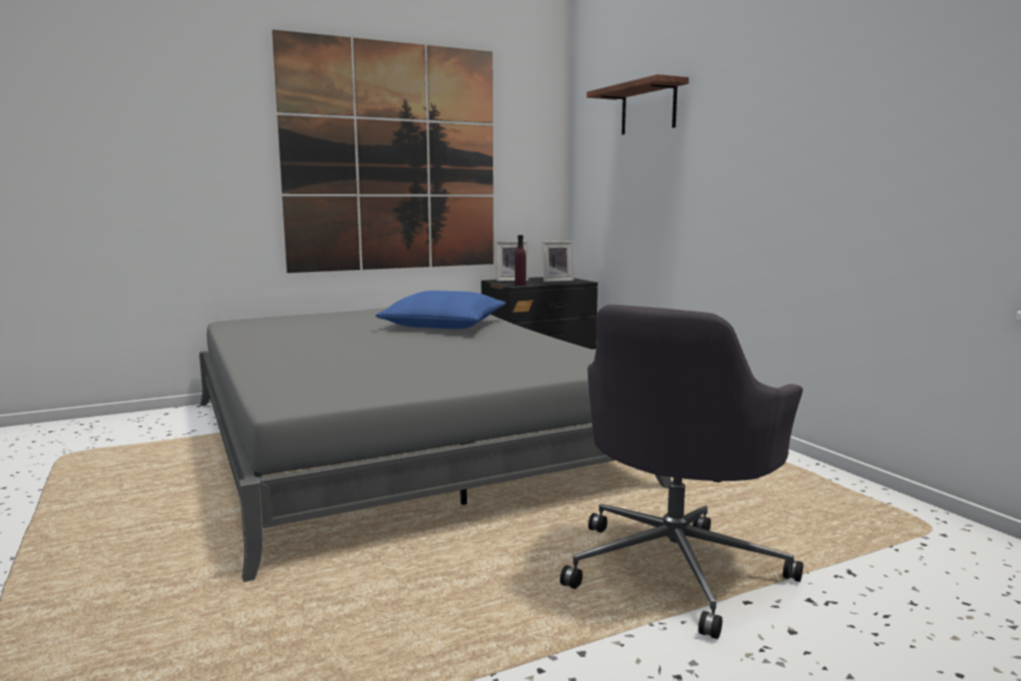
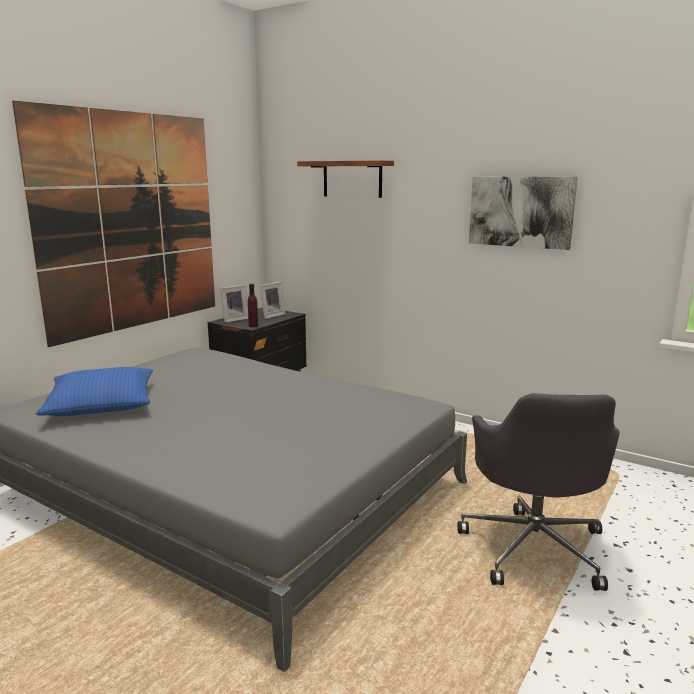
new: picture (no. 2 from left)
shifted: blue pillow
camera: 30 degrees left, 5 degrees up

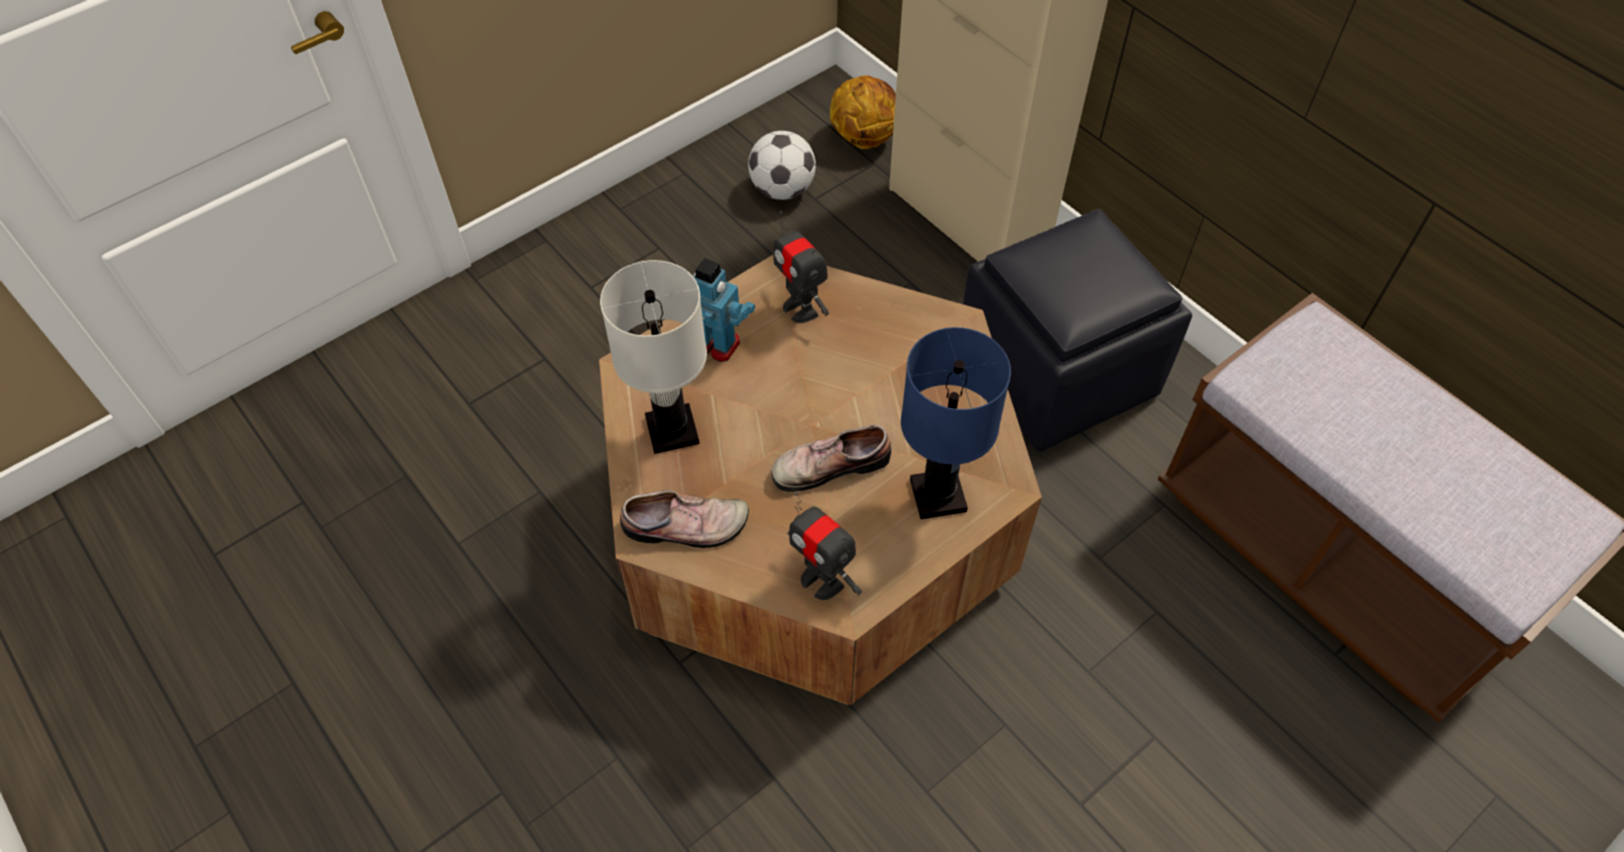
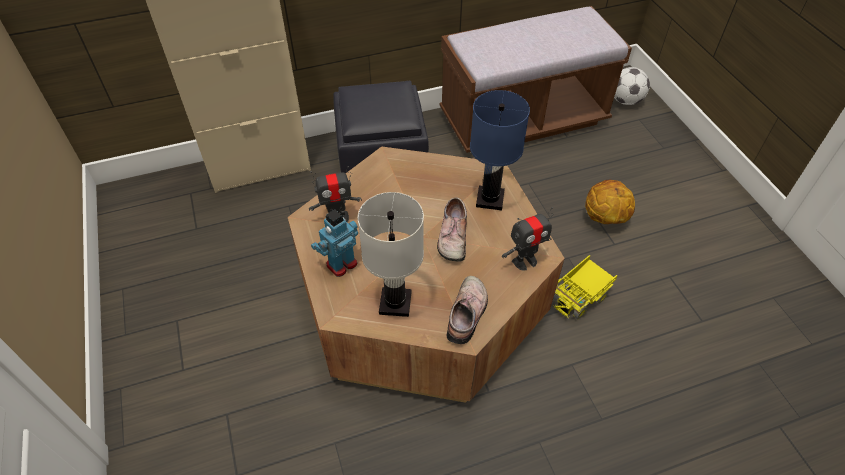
new: toy truck
shifted: football; basketball
camera: 70 degrees left, 5 degrees down

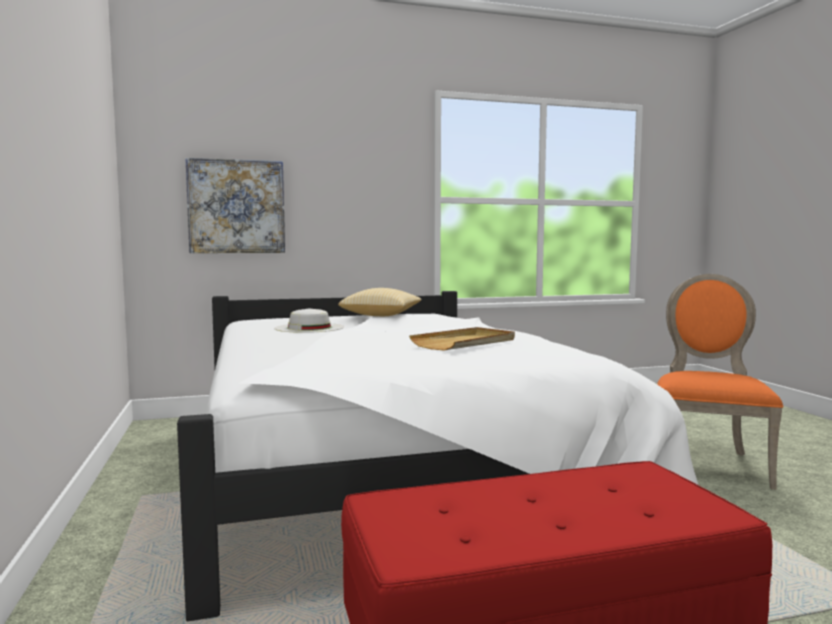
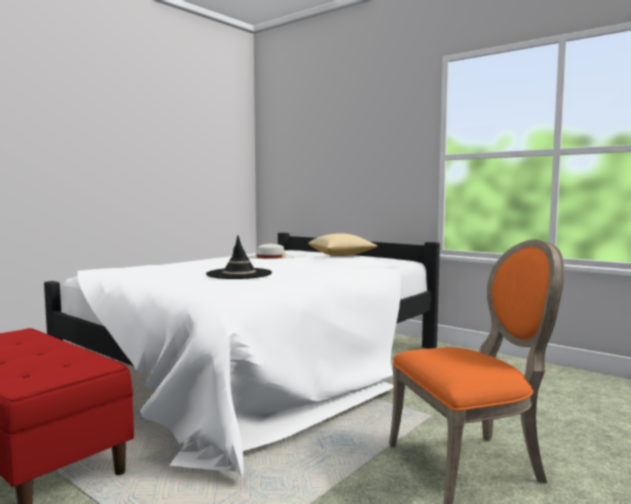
gone: picture
swapped: beige tray to black hat
camera: 55 degrees right, 0 degrees up

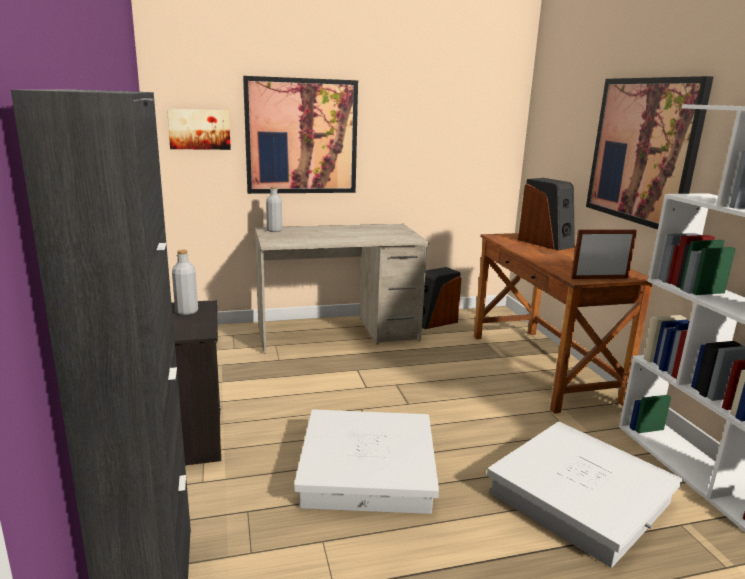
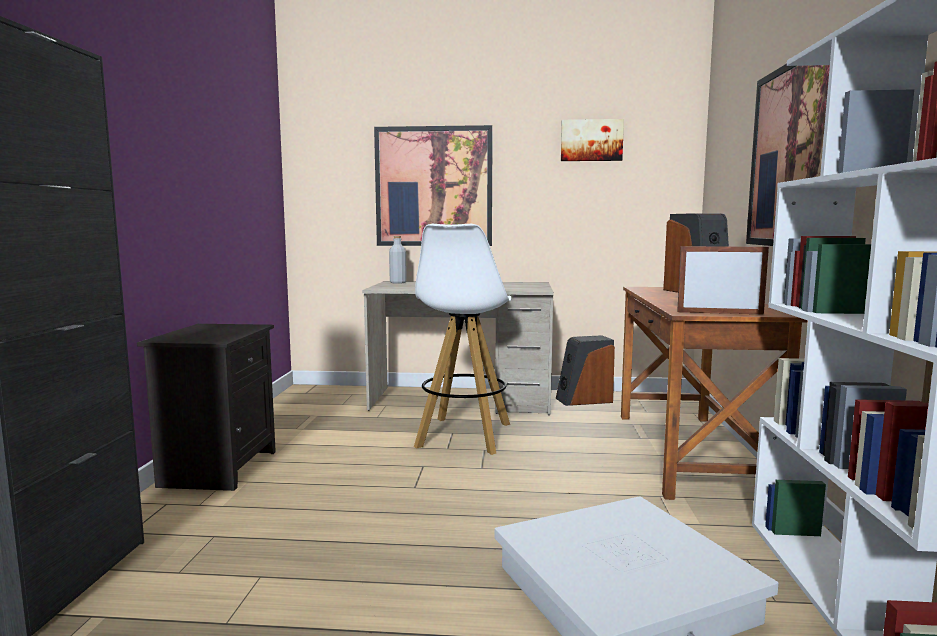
gone: grey bottle (no. 1 from left); white storage box (no. 1 from left)
new: white stool
shifted: picture (no. 1 from left in the first image) to picture (no. 2 from left)
camera: 20 degrees right, 10 degrees down

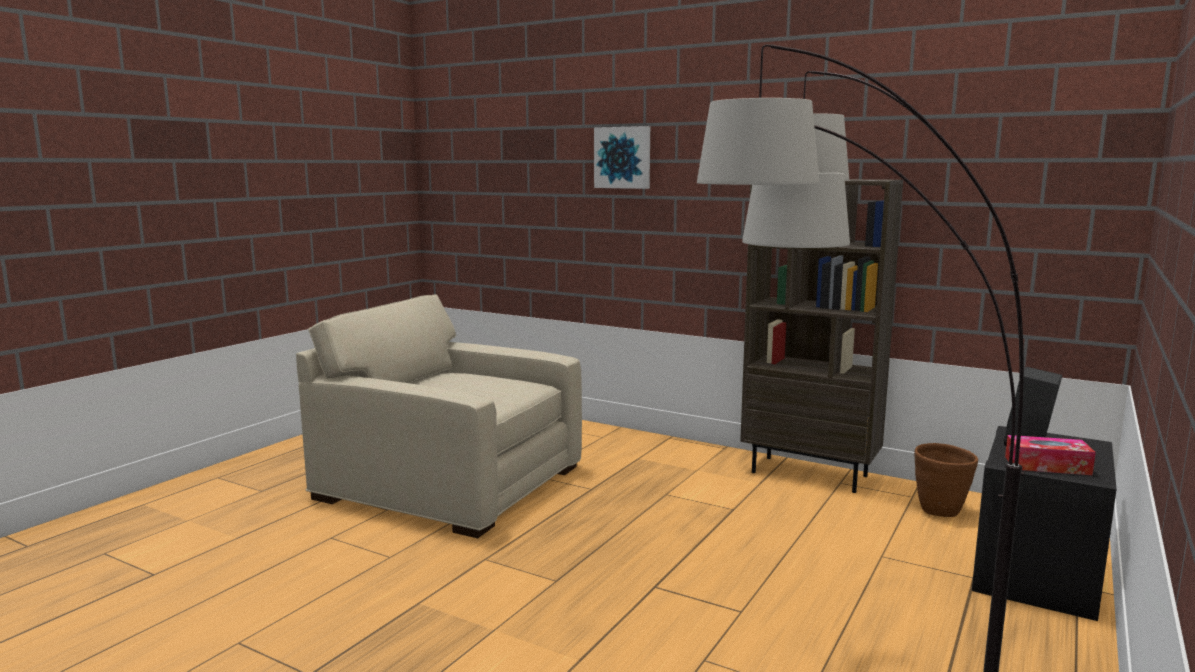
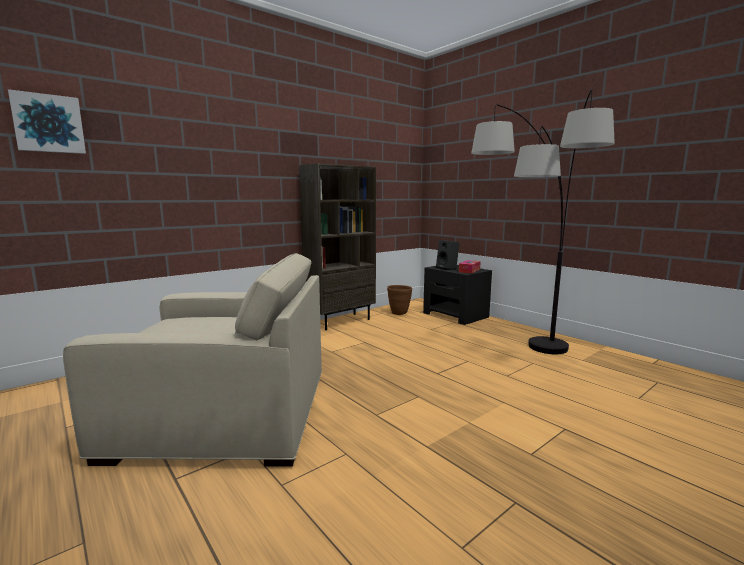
shifted: picture
rotated: beige armchair 135 degrees counterclockwise
camera: 70 degrees left, 0 degrees up

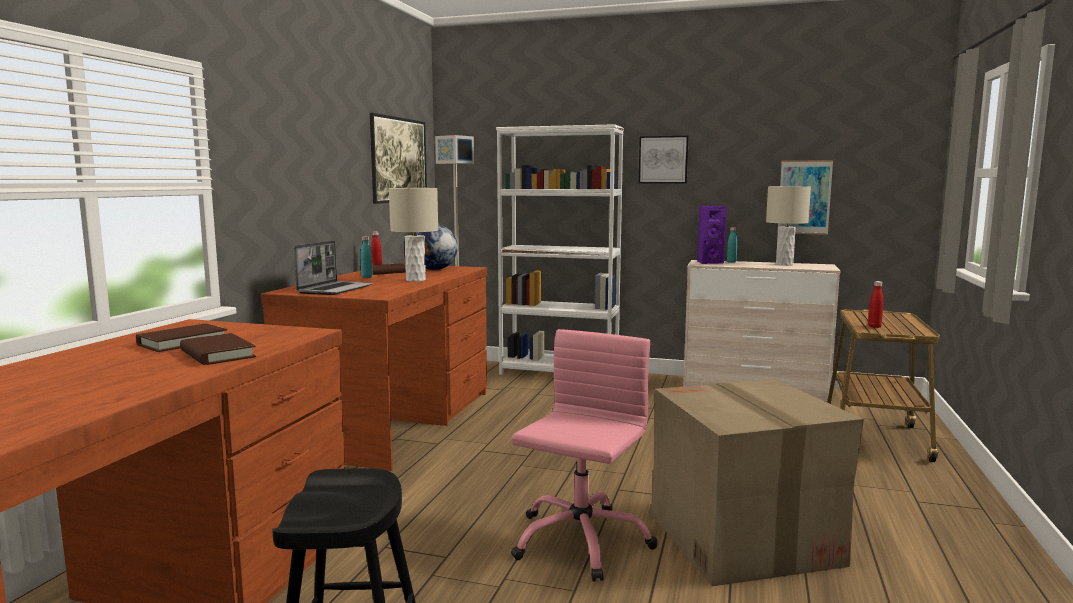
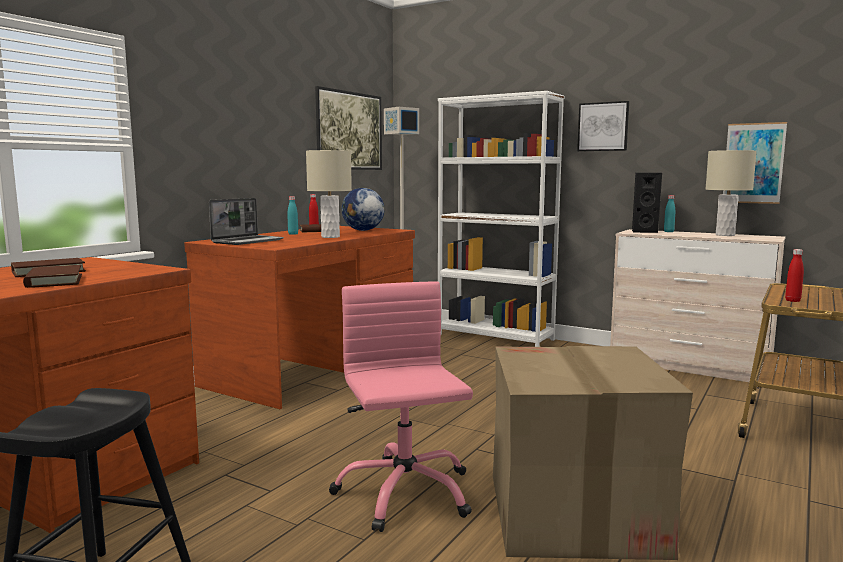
repainted: purple speaker to black speaker
rotated: pink office chair 60 degrees counterclockwise
camera: 15 degrees right, 0 degrees up

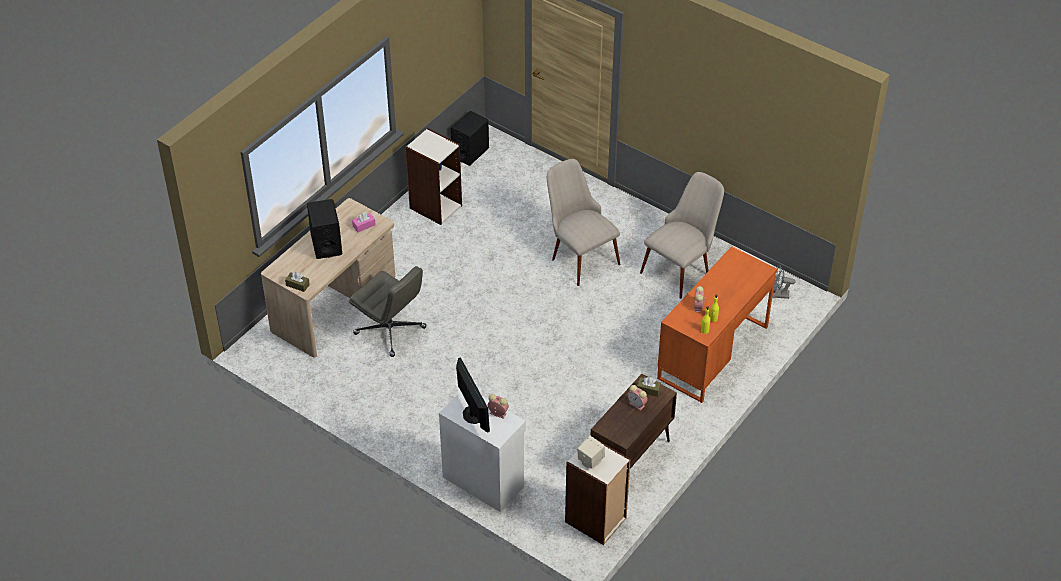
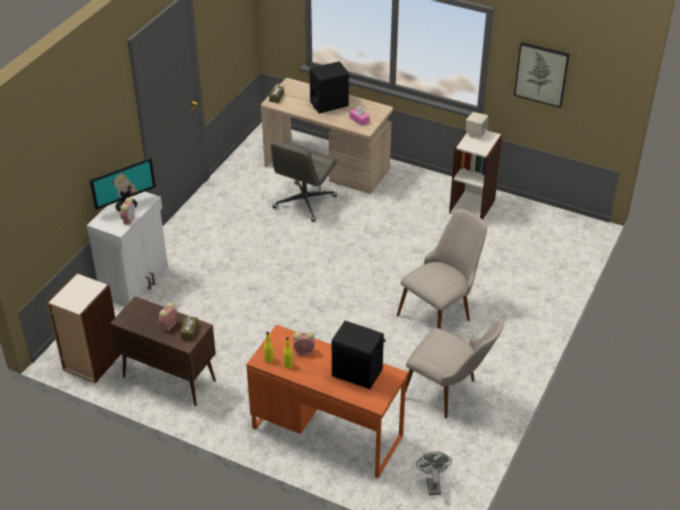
new: picture
shifted: black speaker (no. 2 from left); beige speaker
camera: 80 degrees right, 5 degrees down

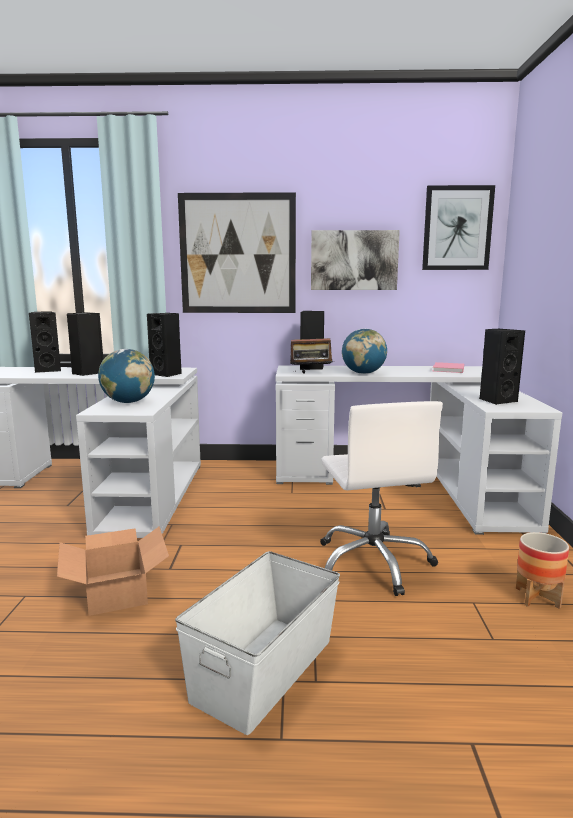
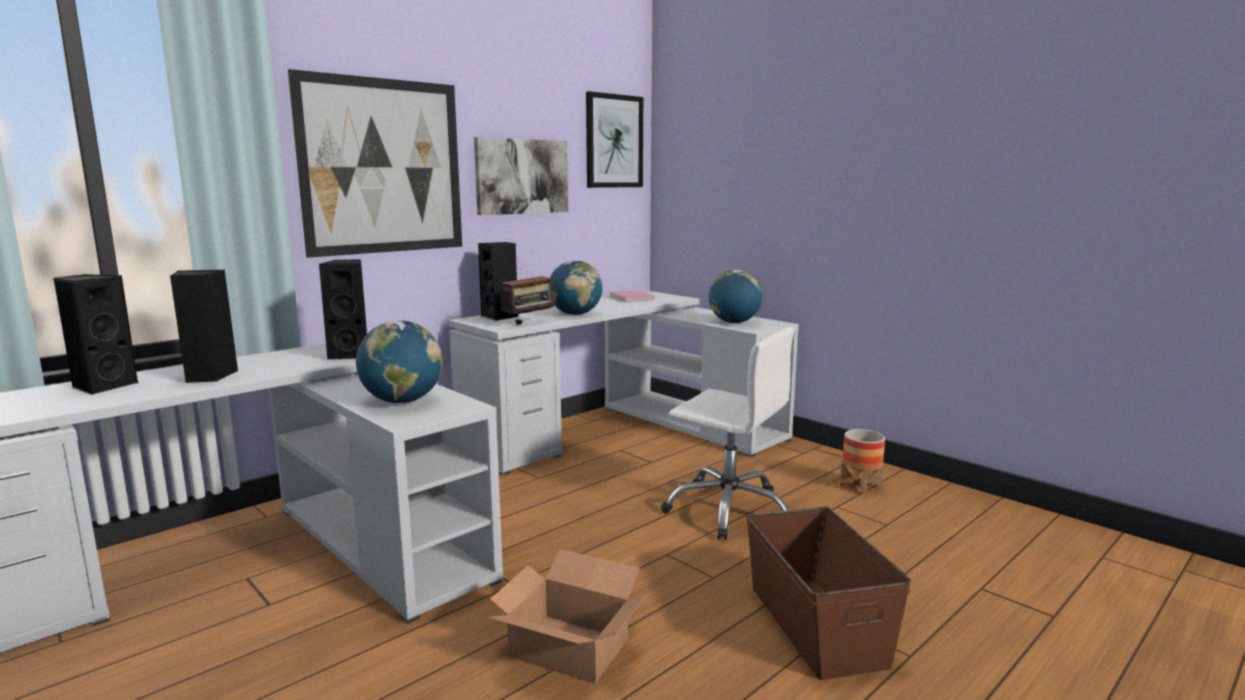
swapped: black speaker (no. 5 from left) to globe (no. 3 from left)
repainted: white storage box to brown storage box
camera: 45 degrees left, 0 degrees up

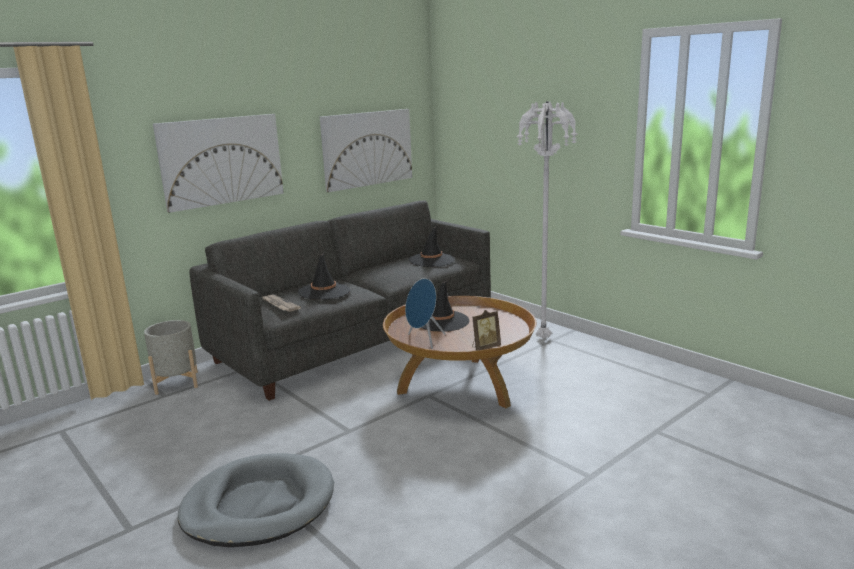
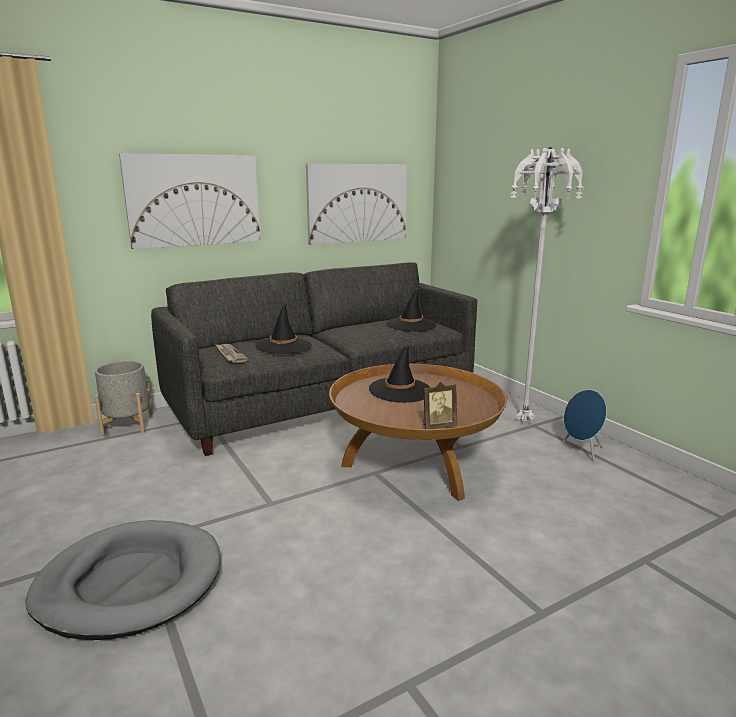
shifted: blue speaker
camera: 10 degrees right, 0 degrees up

